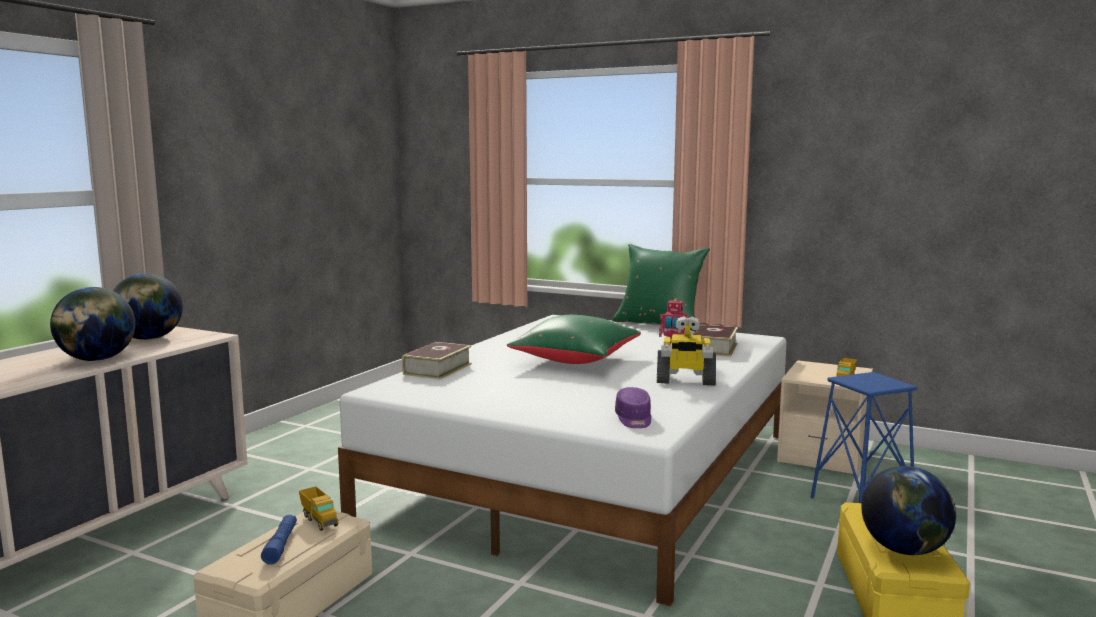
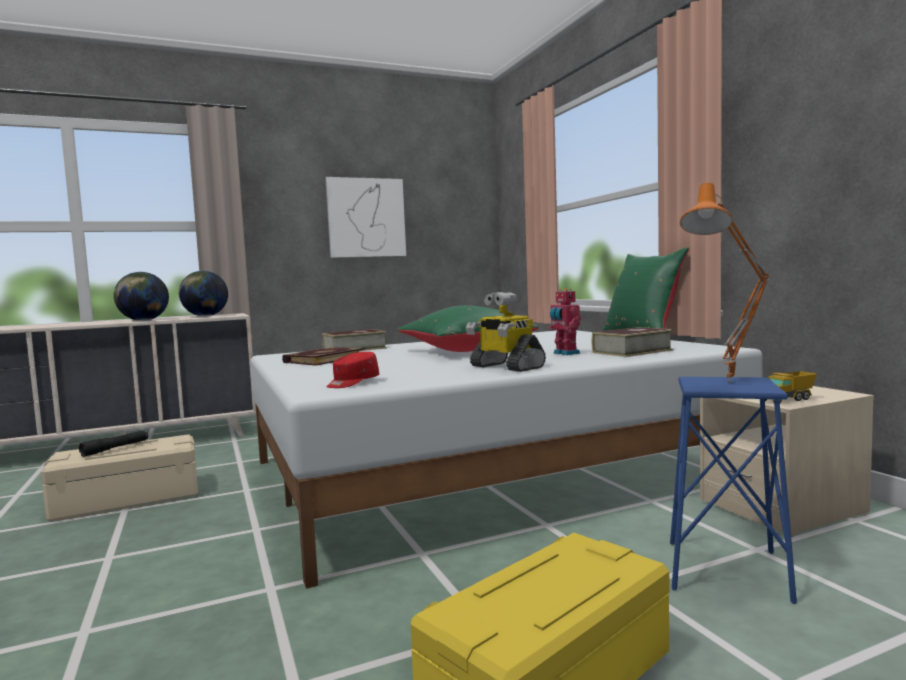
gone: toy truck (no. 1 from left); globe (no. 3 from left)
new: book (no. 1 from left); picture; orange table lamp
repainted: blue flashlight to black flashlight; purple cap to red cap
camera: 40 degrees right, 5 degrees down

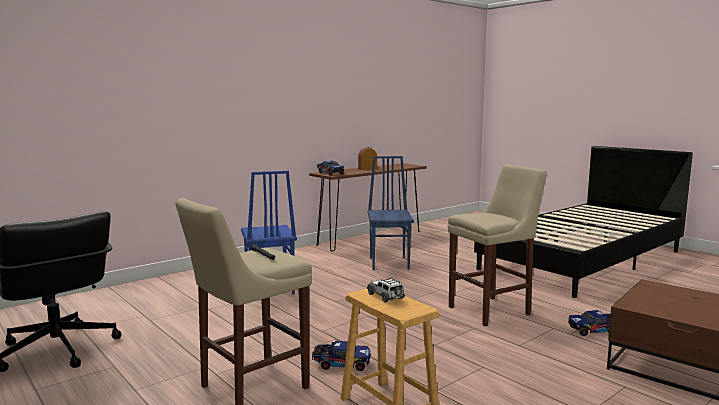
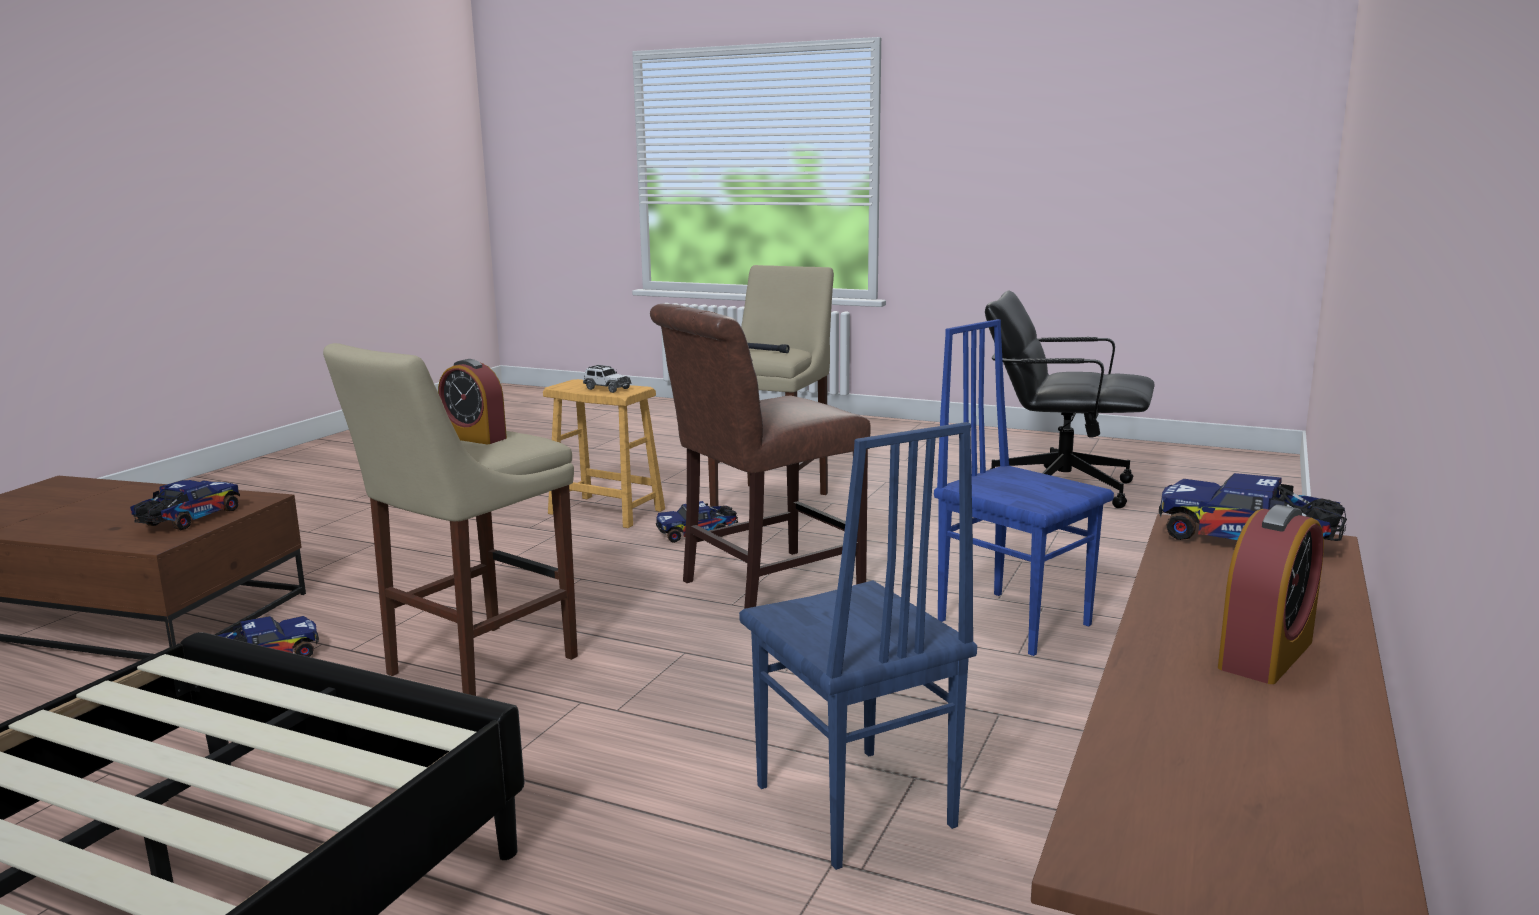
new: toy truck (no. 1 from left); alarm clock (no. 1 from left); brown chair
camera: 155 degrees right, 5 degrees up

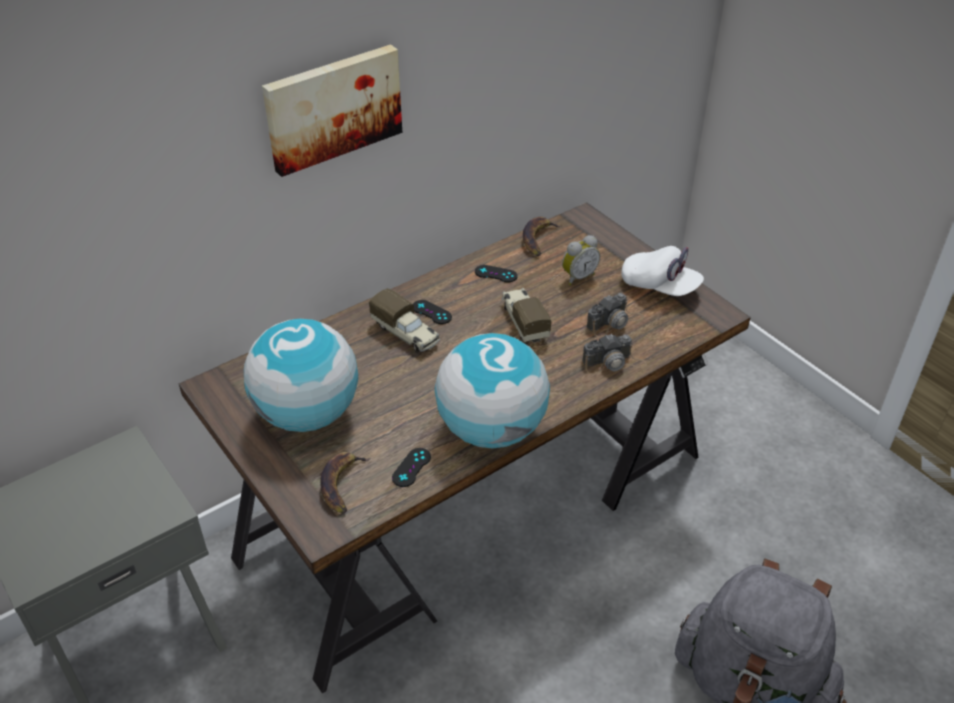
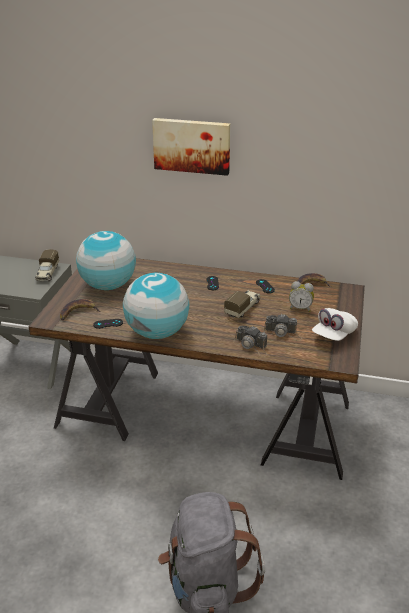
shifted: toy truck (no. 1 from left)
rotated: white cap 45 degrees clockwise
camera: 50 degrees right, 10 degrees down

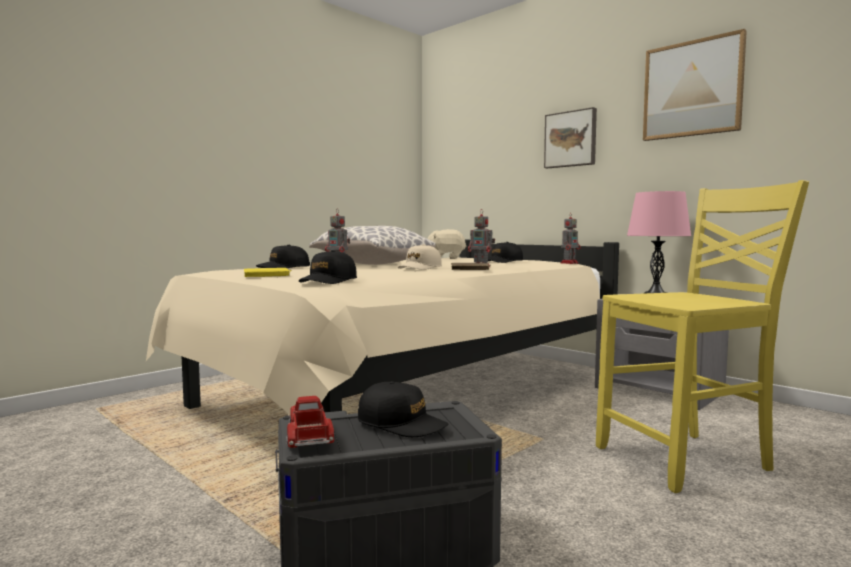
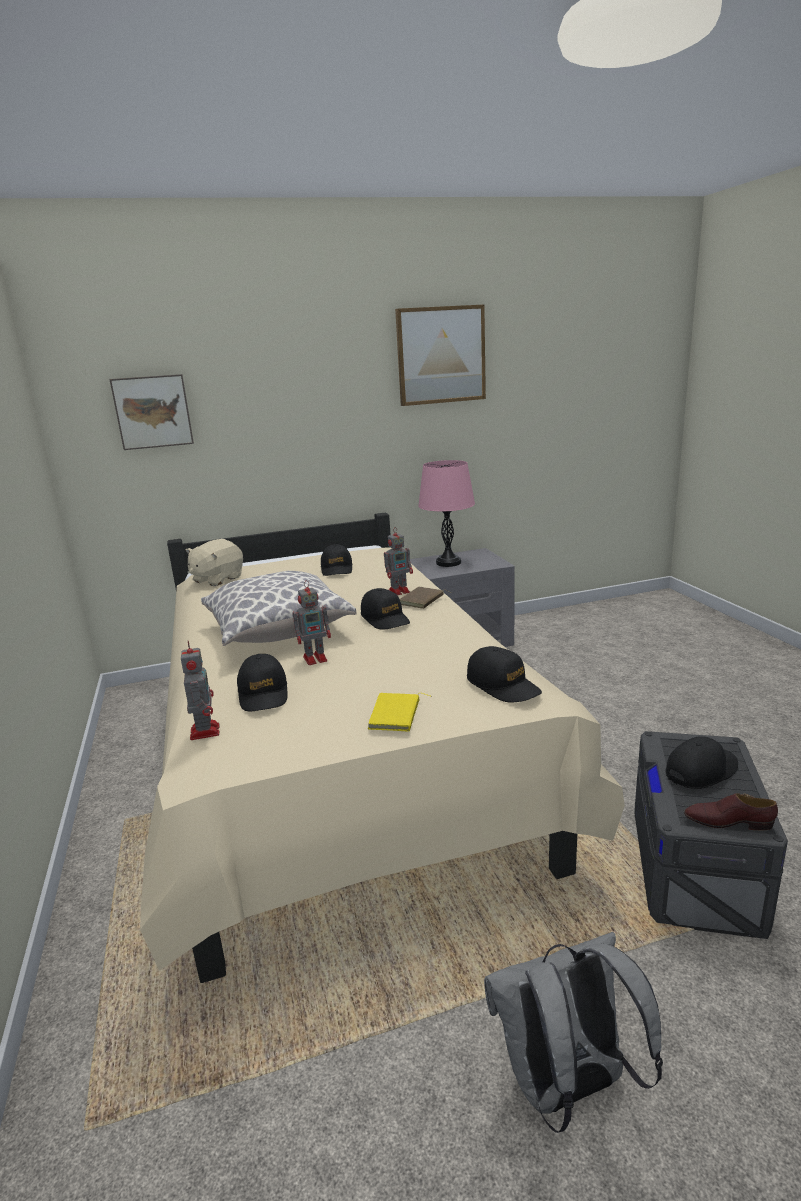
gone: yellow chair
new: grey backpack
shifted: picture (no. 1 from left); toy robot (no. 3 from left in the first image) to toy robot (no. 1 from left)
swapped: toy truck to brown shoe
repainted: beige cap to black cap (no. 3 from left)
camera: 60 degrees left, 15 degrees up

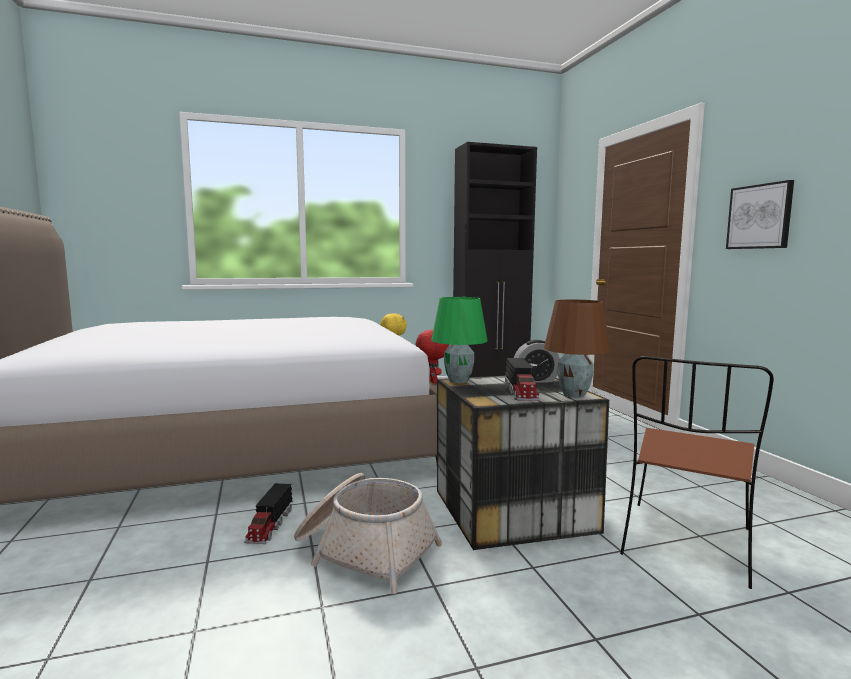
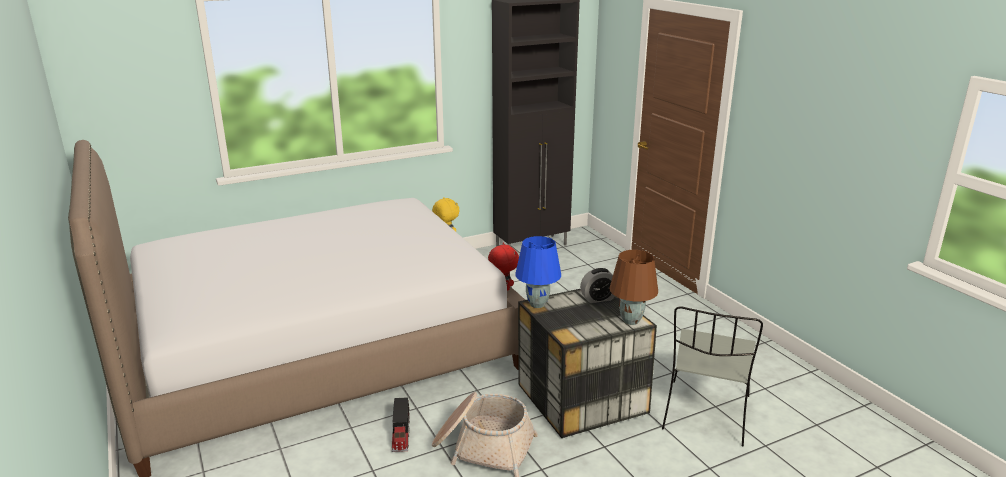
gone: toy truck (no. 2 from left); picture
repainted: green table lamp to blue table lamp; brown chair to grey chair
camera: 10 degrees left, 15 degrees up

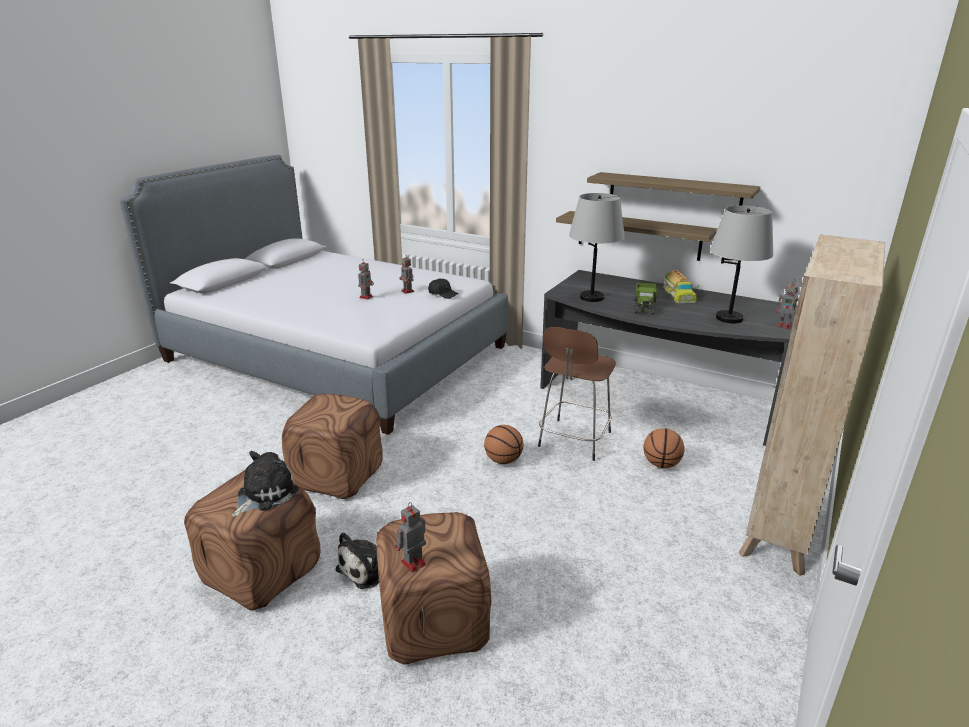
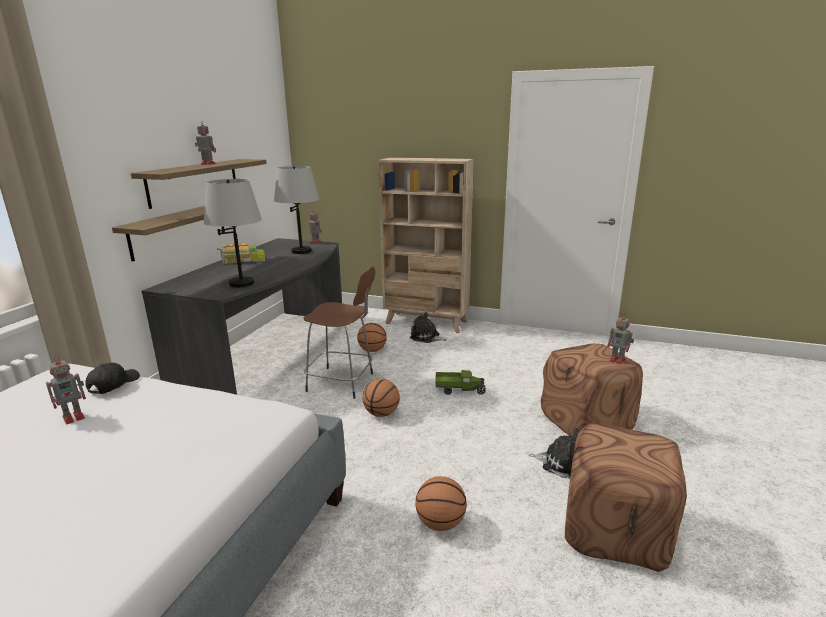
shifted: plush toy (no. 1 from left); toy robot (no. 1 from left in the first image) to toy robot (no. 2 from left); toy truck (no. 1 from left in the first image) to toy truck (no. 2 from left)
swapped: brown ottoman (no. 2 from left) to basketball (no. 3 from left)
camera: 100 degrees left, 5 degrees down

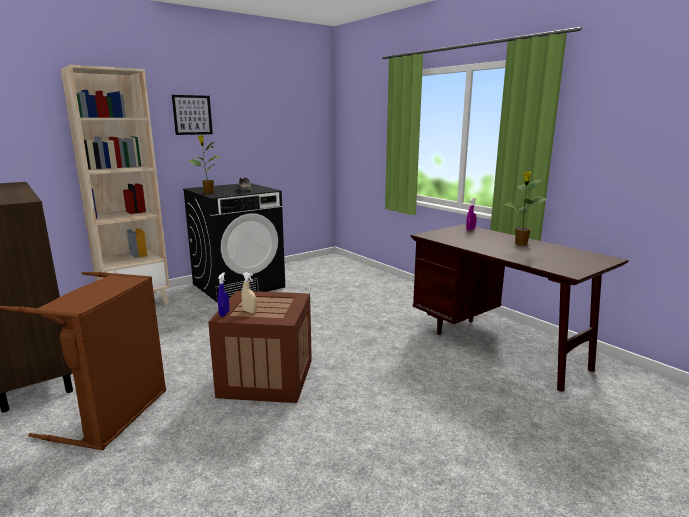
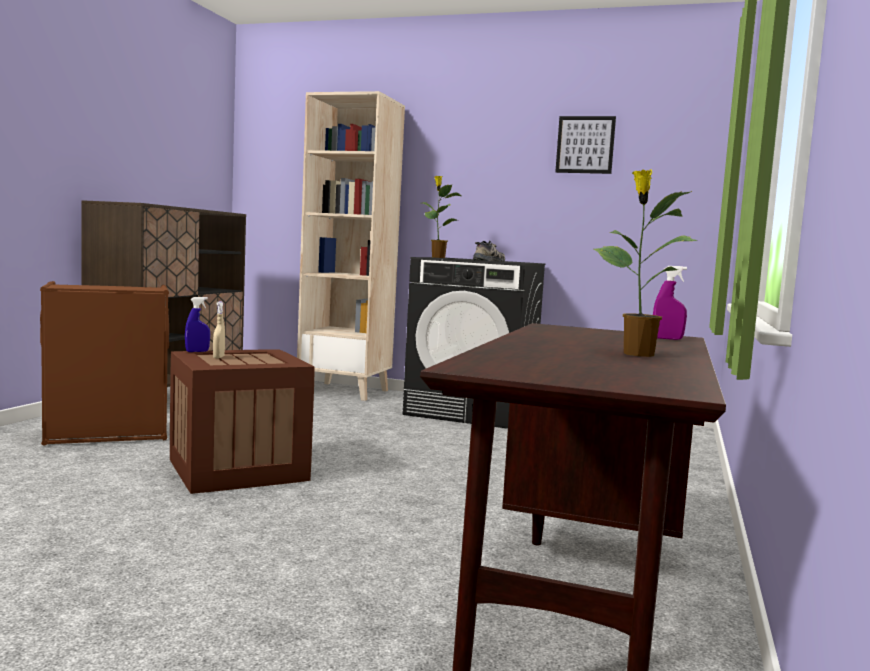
shifted: picture
camera: 55 degrees right, 10 degrees down

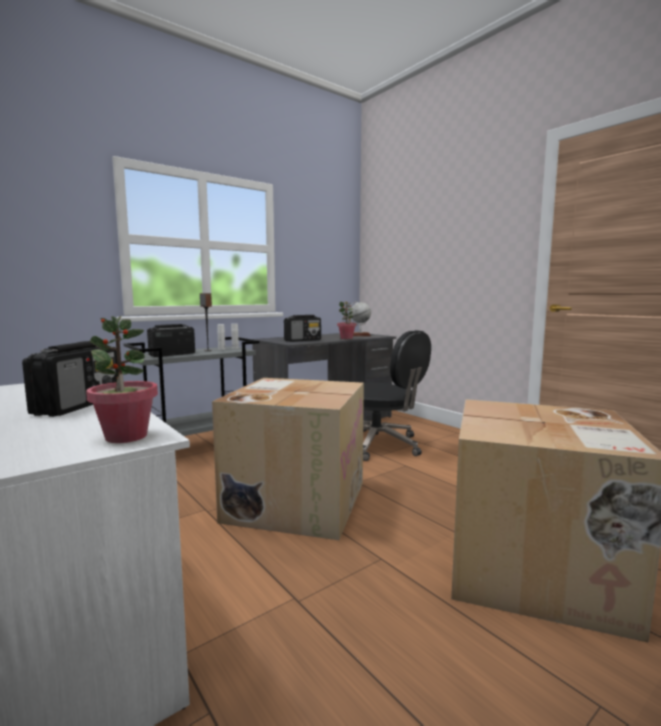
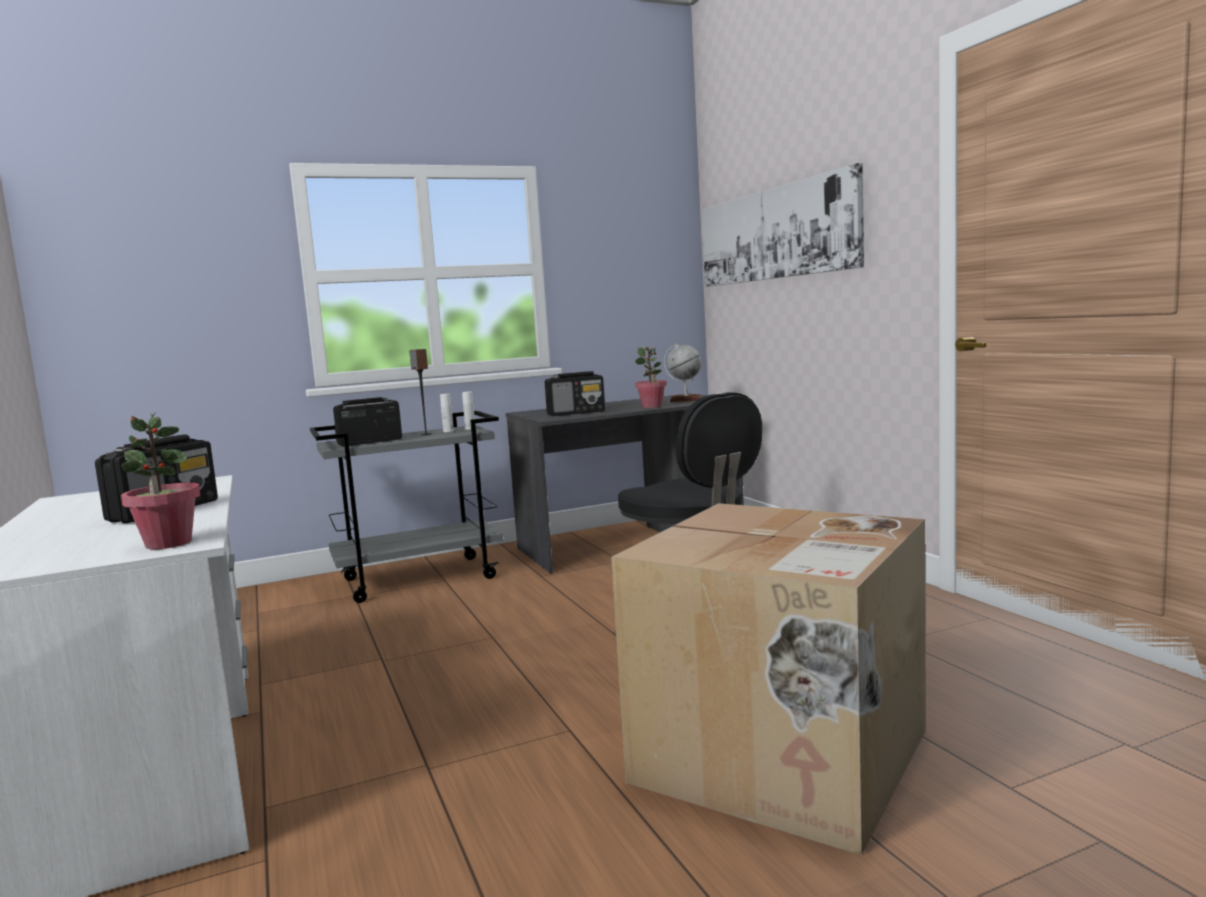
gone: cardboard box (no. 1 from left)
new: picture
camera: 15 degrees right, 0 degrees up

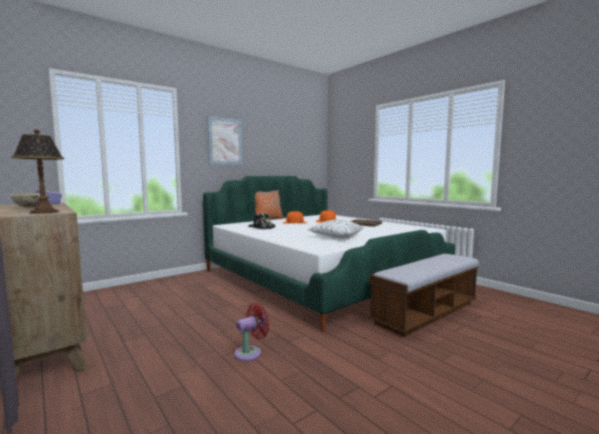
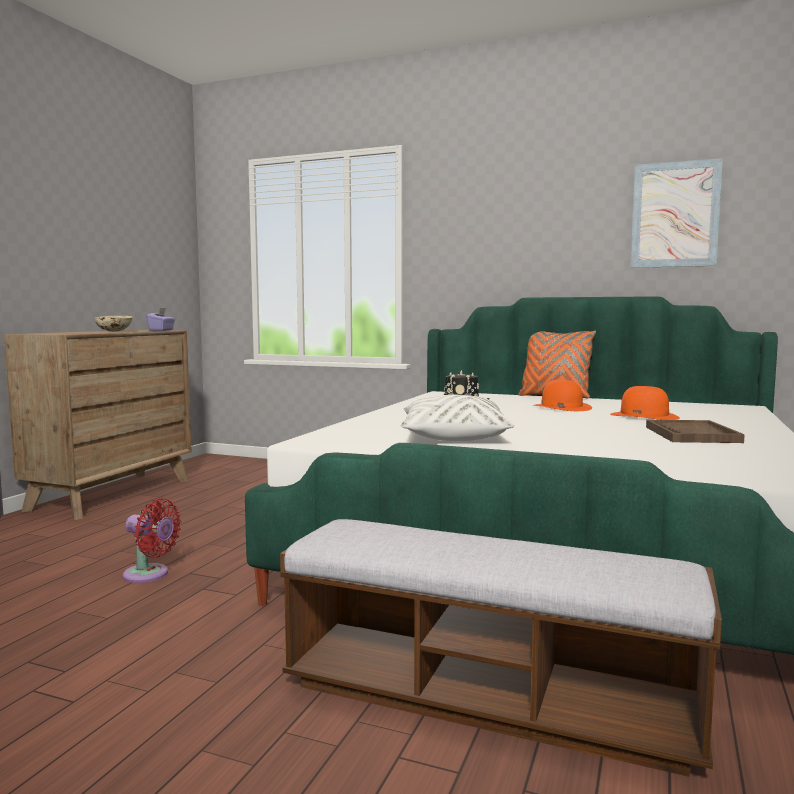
gone: table lamp
shifted: picture
camera: 60 degrees right, 0 degrees up

